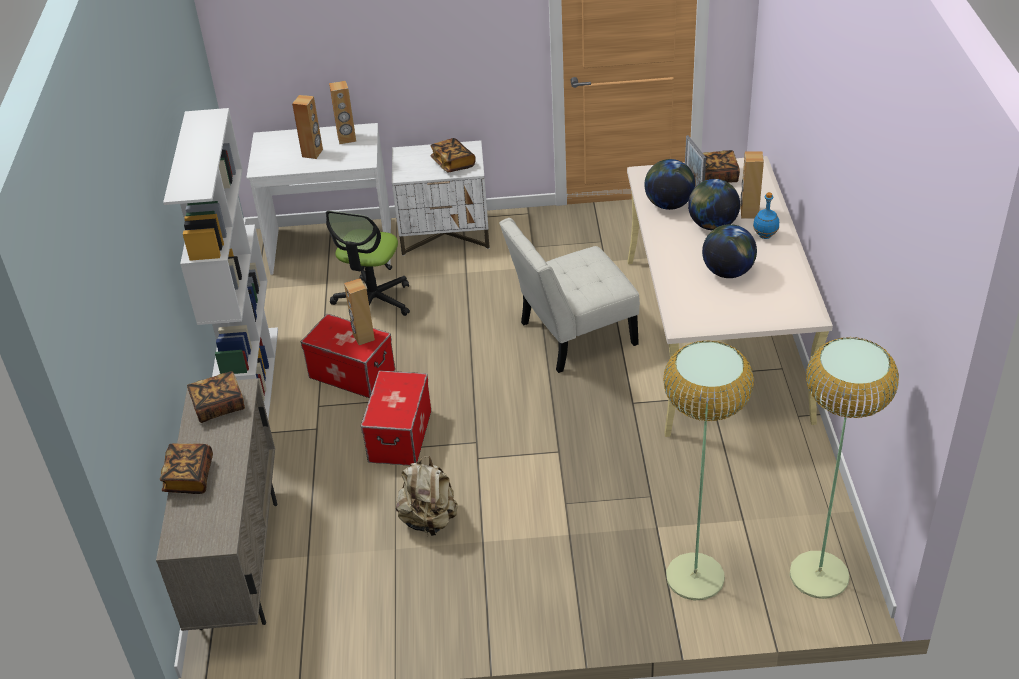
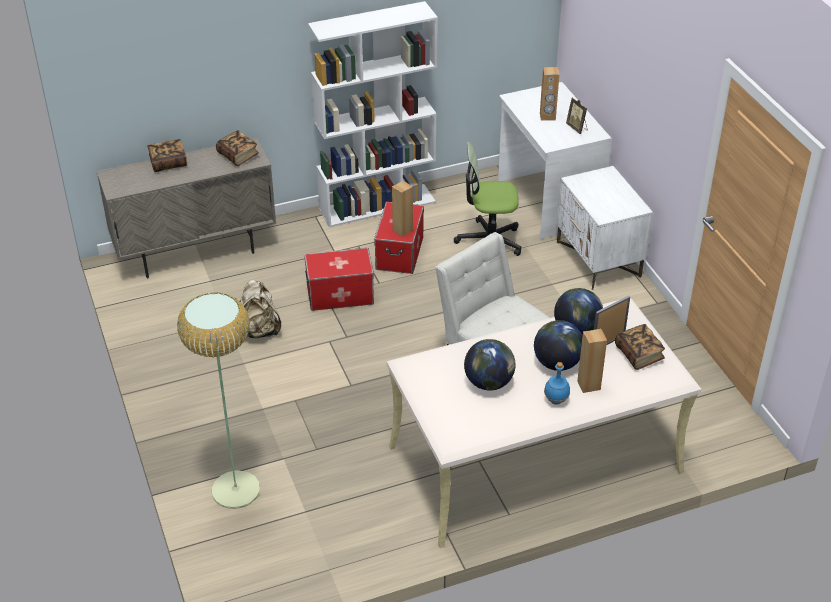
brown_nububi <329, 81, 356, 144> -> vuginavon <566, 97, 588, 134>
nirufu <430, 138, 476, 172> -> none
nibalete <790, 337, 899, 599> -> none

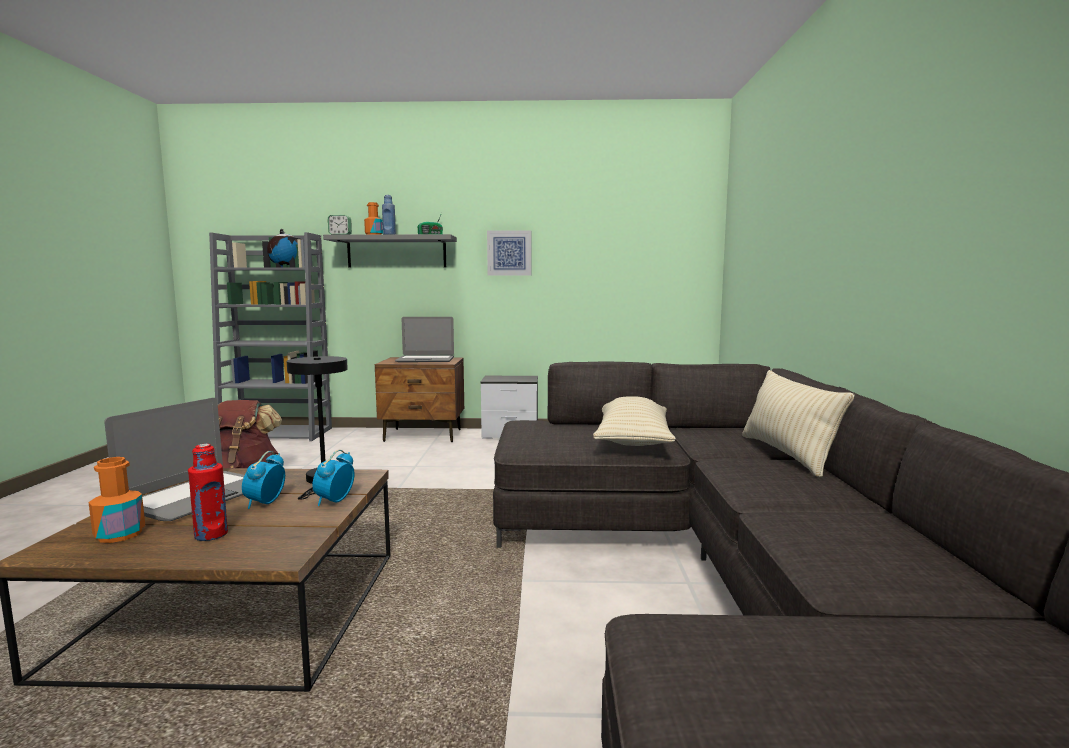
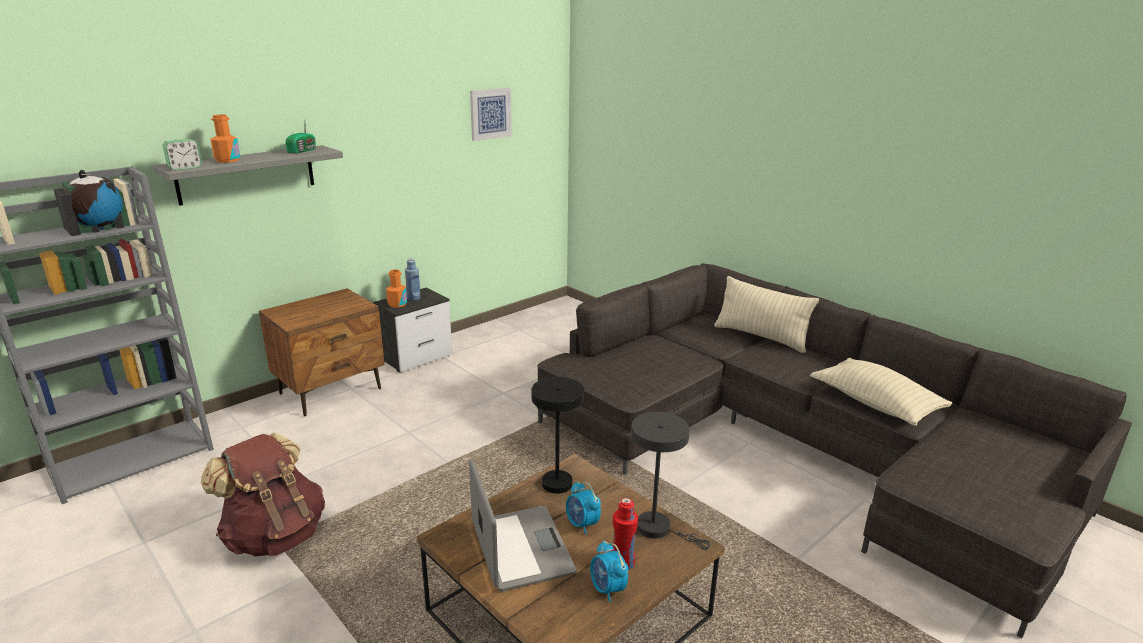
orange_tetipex <88, 457, 145, 543> -> orange_tetipex <386, 270, 407, 308>, relocated
blue_tetipex <382, 195, 396, 234> -> blue_tetipex <405, 259, 421, 301>, relocated
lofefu <487, 230, 531, 276> -> lofefu <470, 88, 512, 141>, relocated
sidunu <312, 450, 355, 506> -> sidunu <590, 541, 628, 602>, relocated
none -> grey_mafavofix <631, 412, 711, 550>
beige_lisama <593, 396, 676, 446> -> beige_lisama <810, 358, 953, 426>, relocated
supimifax <395, 317, 454, 362> -> none

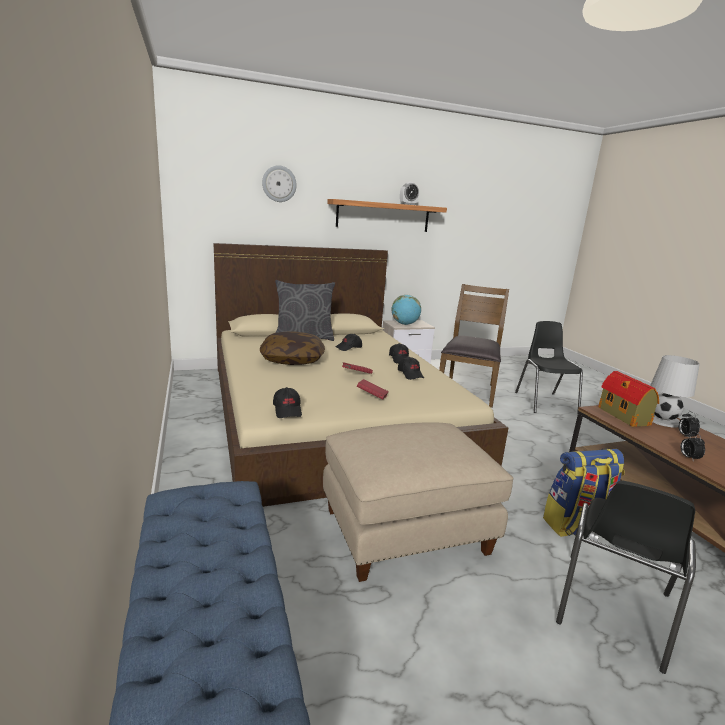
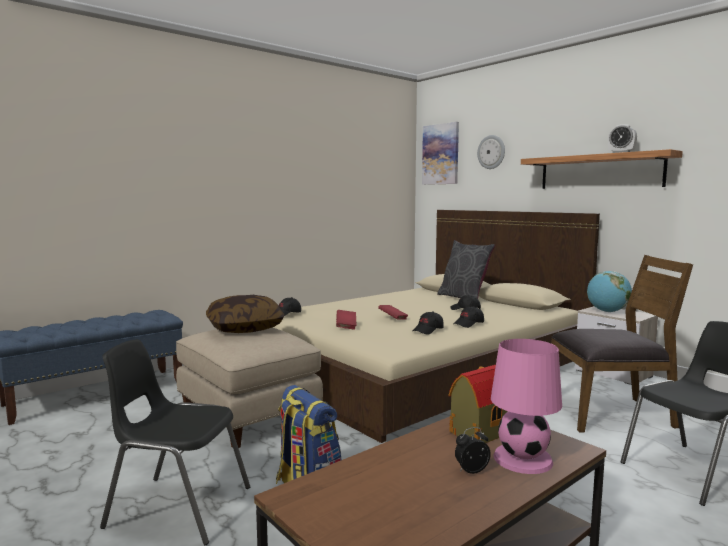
lisama <260, 332, 325, 365> -> lisama <206, 295, 284, 333>, relocated
none -> lofefu <422, 122, 459, 185>
white_mafavofix <650, 355, 700, 428> -> pink_mafavofix <491, 339, 562, 474>
sidunu <680, 431, 705, 462> -> none

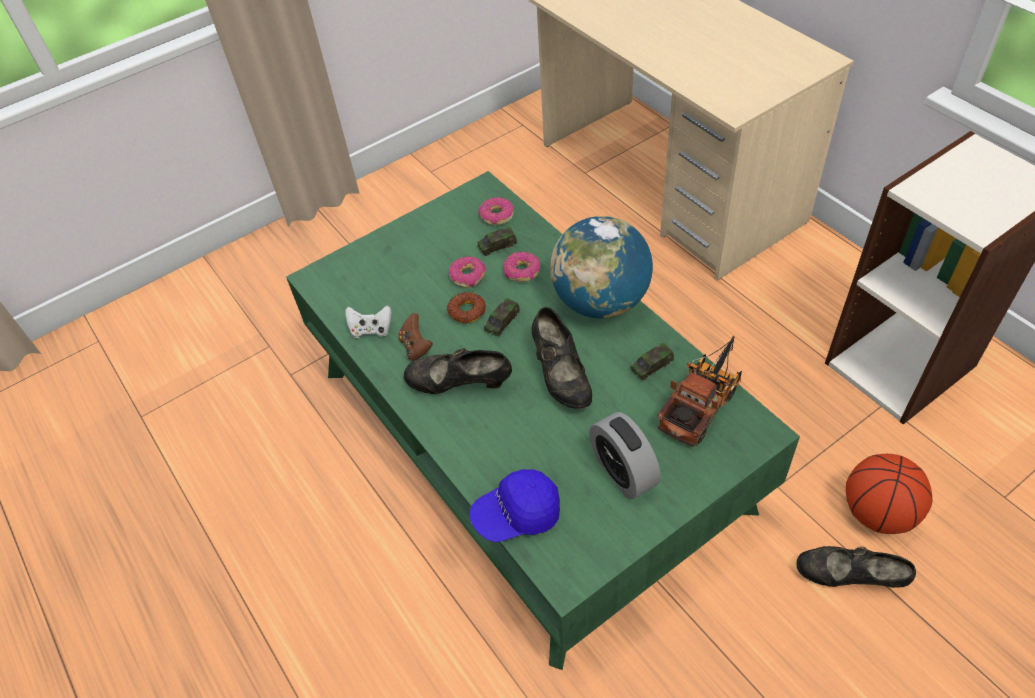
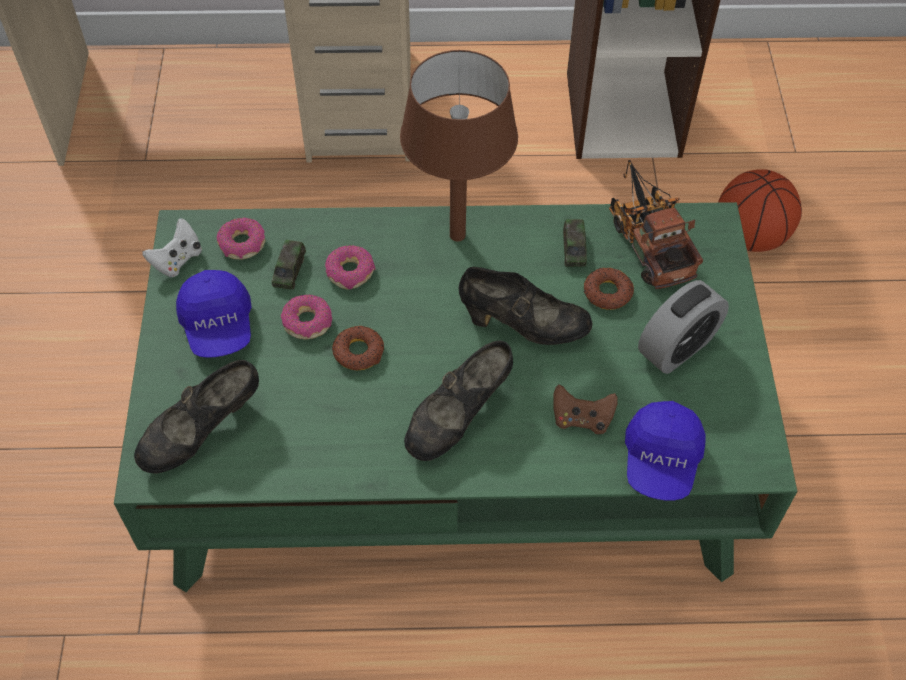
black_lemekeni <797, 546, 916, 588> -> black_lemekeni <134, 360, 259, 473>, relocated
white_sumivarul <345, 305, 391, 338> -> white_sumivarul <143, 218, 202, 277>, relocated
none -> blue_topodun <176, 270, 252, 358>
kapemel <550, 216, 653, 319> -> brown_mafavofix <400, 50, 518, 241>
brown_sumivarul <398, 313, 433, 361> -> brown_sumivarul <553, 384, 618, 434>, relocated
none -> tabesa <584, 267, 634, 310>
sidunu <589, 412, 661, 499> -> sidunu <638, 280, 729, 374>, 45 degrees counterclockwise
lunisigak <484, 298, 520, 337> -> none

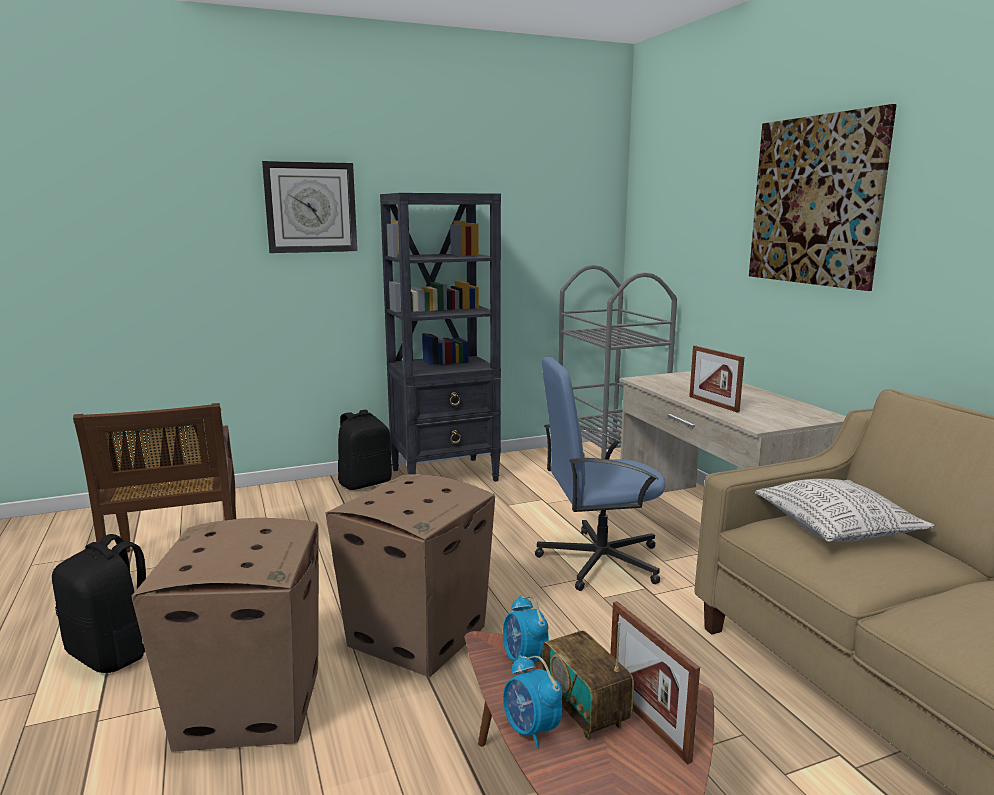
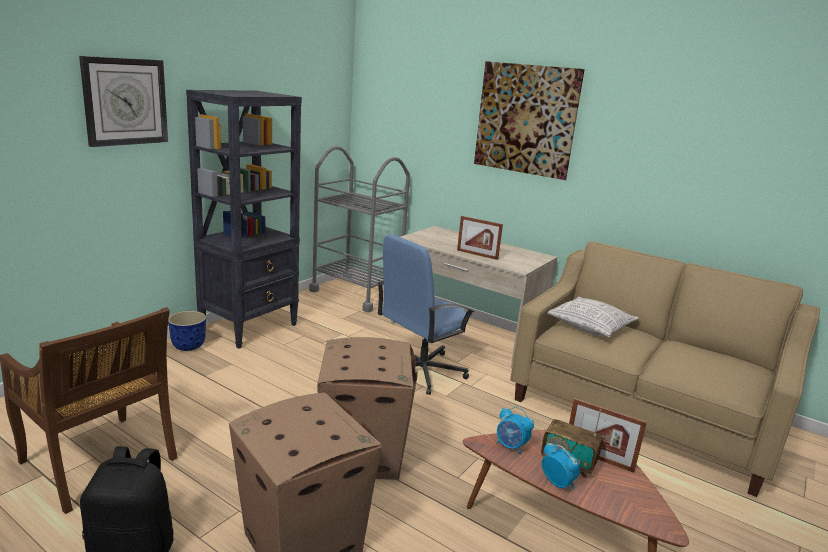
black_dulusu <338, 410, 392, 490> -> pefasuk <168, 311, 206, 351>
sidunu <503, 655, 563, 748> -> sidunu <542, 442, 580, 490>, 150 degrees counterclockwise

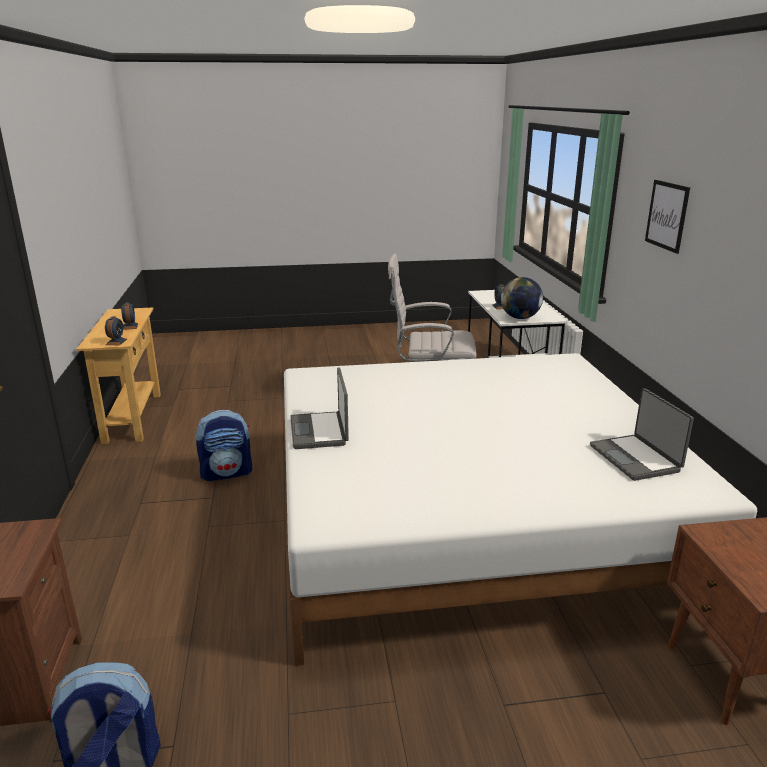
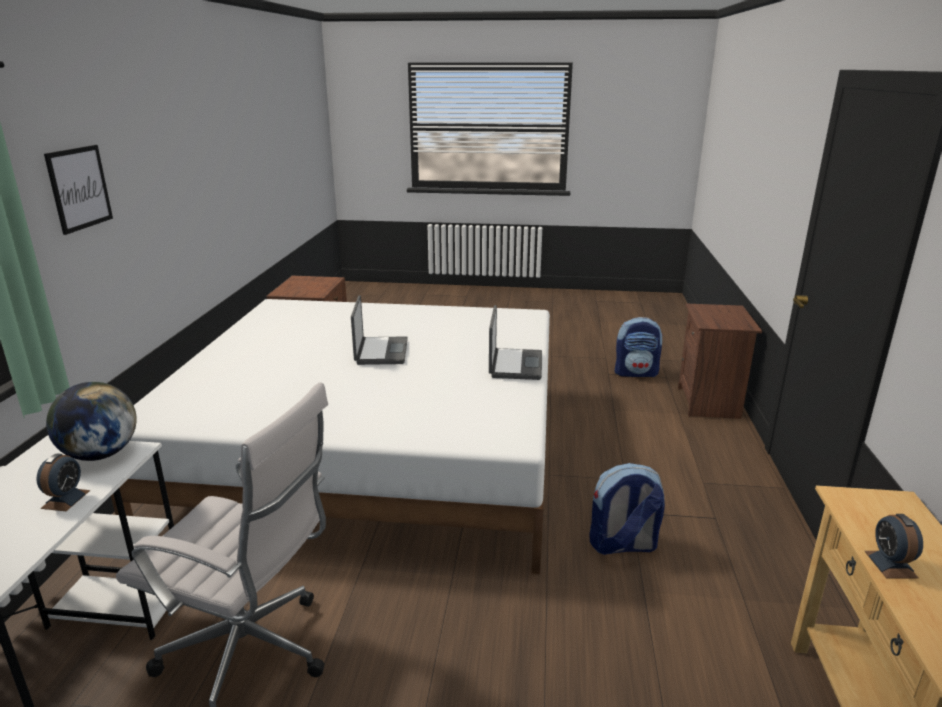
supimifax <590, 388, 694, 481> -> supimifax <351, 296, 408, 365>, relocated
sidunu <105, 316, 127, 345> -> none

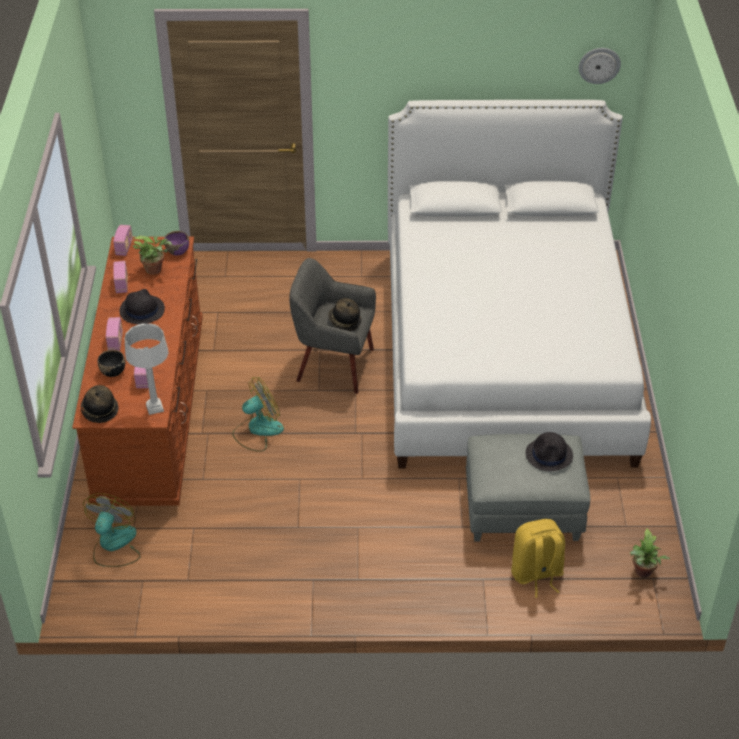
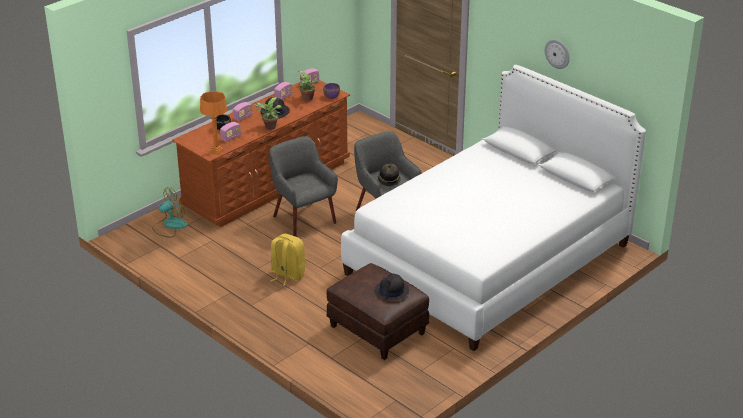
grey_mafavofix <125, 323, 169, 415> -> orange_mafavofix <200, 91, 227, 155>
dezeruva <629, 528, 670, 578> -> dezeruva <253, 97, 282, 130>, relocated
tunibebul <232, 377, 284, 452> -> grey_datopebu <269, 136, 338, 237>
yellow_dulusu <511, 519, 565, 598> -> yellow_dulusu <271, 234, 305, 286>, relocated
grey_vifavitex <466, 434, 590, 542> -> brown_vifavitex <326, 263, 429, 360>
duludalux <579, 48, 621, 84> -> duludalux <545, 39, 570, 69>, relocated
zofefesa <81, 385, 119, 423> -> none

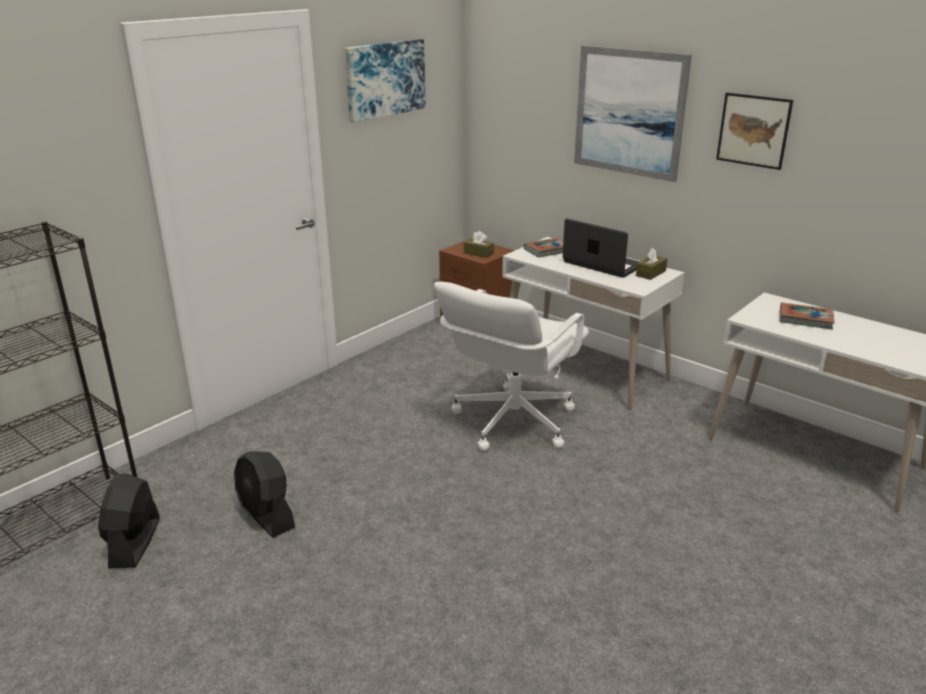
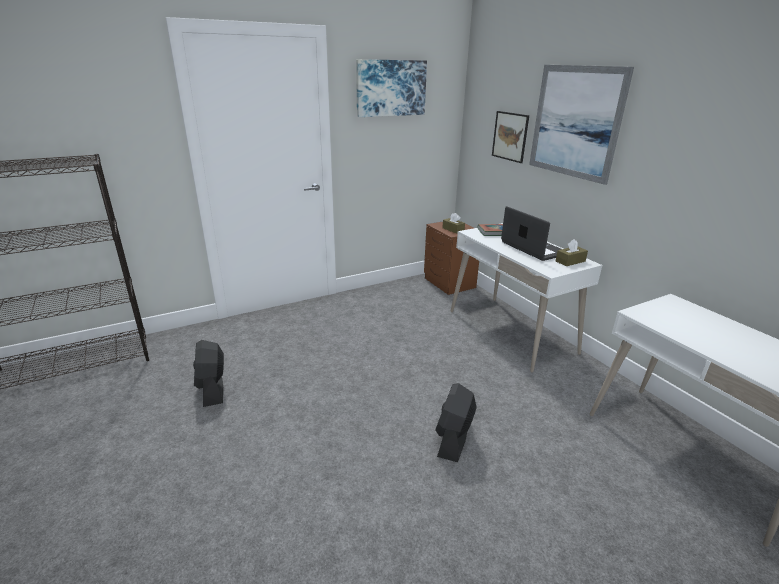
black_tunibebul <98, 474, 160, 568> -> black_tunibebul <435, 383, 477, 462>, relocated
lofefu <716, 93, 793, 170> -> lofefu <492, 111, 529, 163>, relocated
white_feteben <434, 282, 589, 451> -> none
nirufu <780, 303, 835, 330> -> none

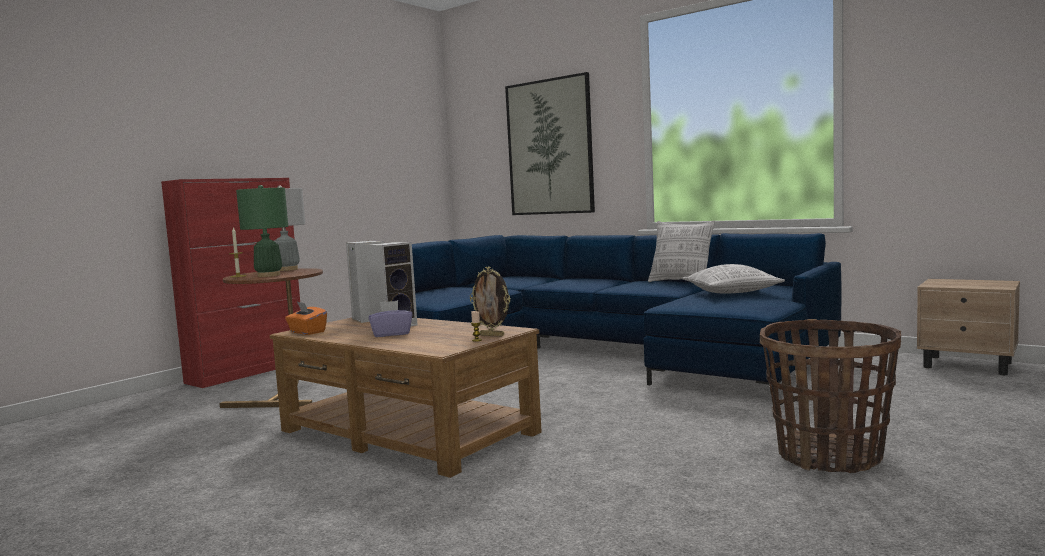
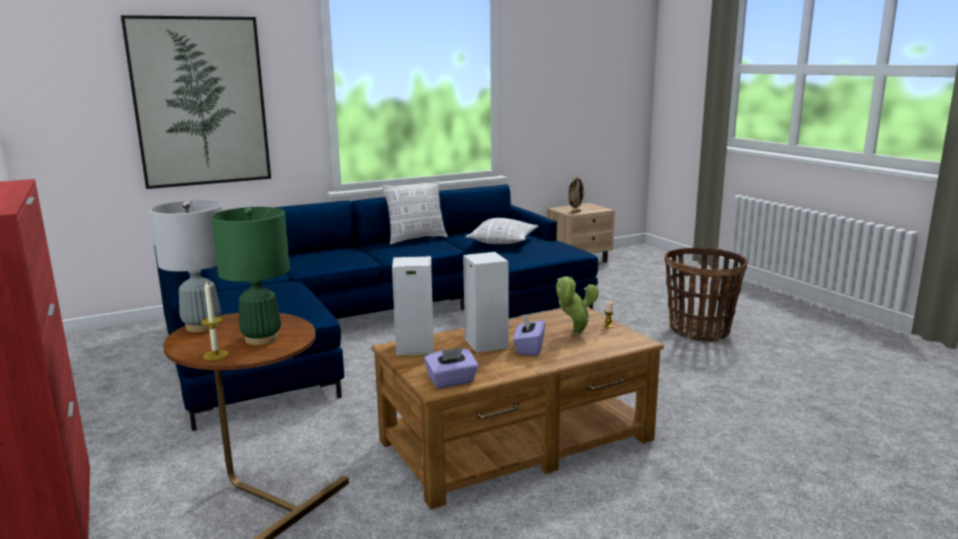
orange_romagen <285, 302, 327, 335> -> purple_romagen <424, 347, 479, 388>
none -> dezeruva <556, 276, 599, 335>
vuginavon <470, 267, 510, 336> -> vuginavon <568, 177, 585, 214>, relocated

